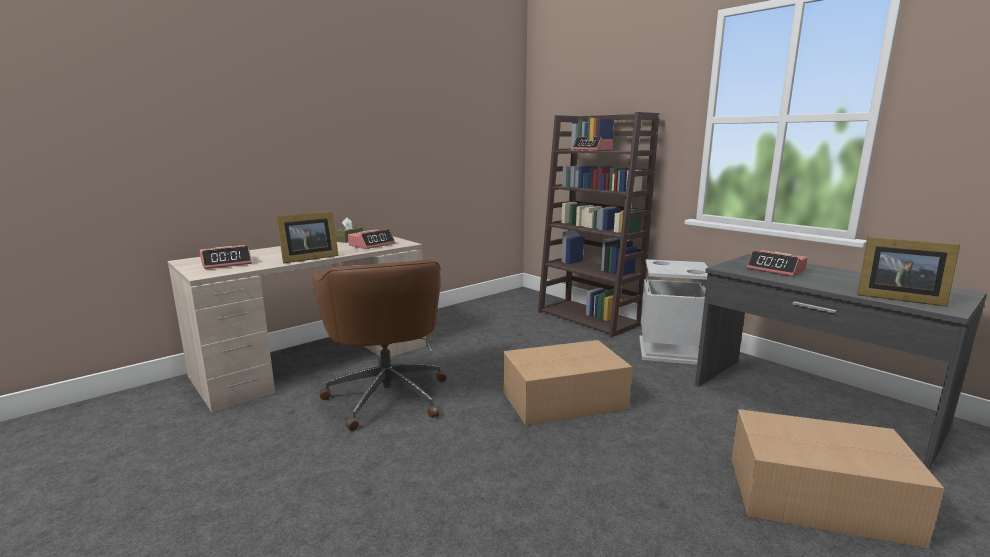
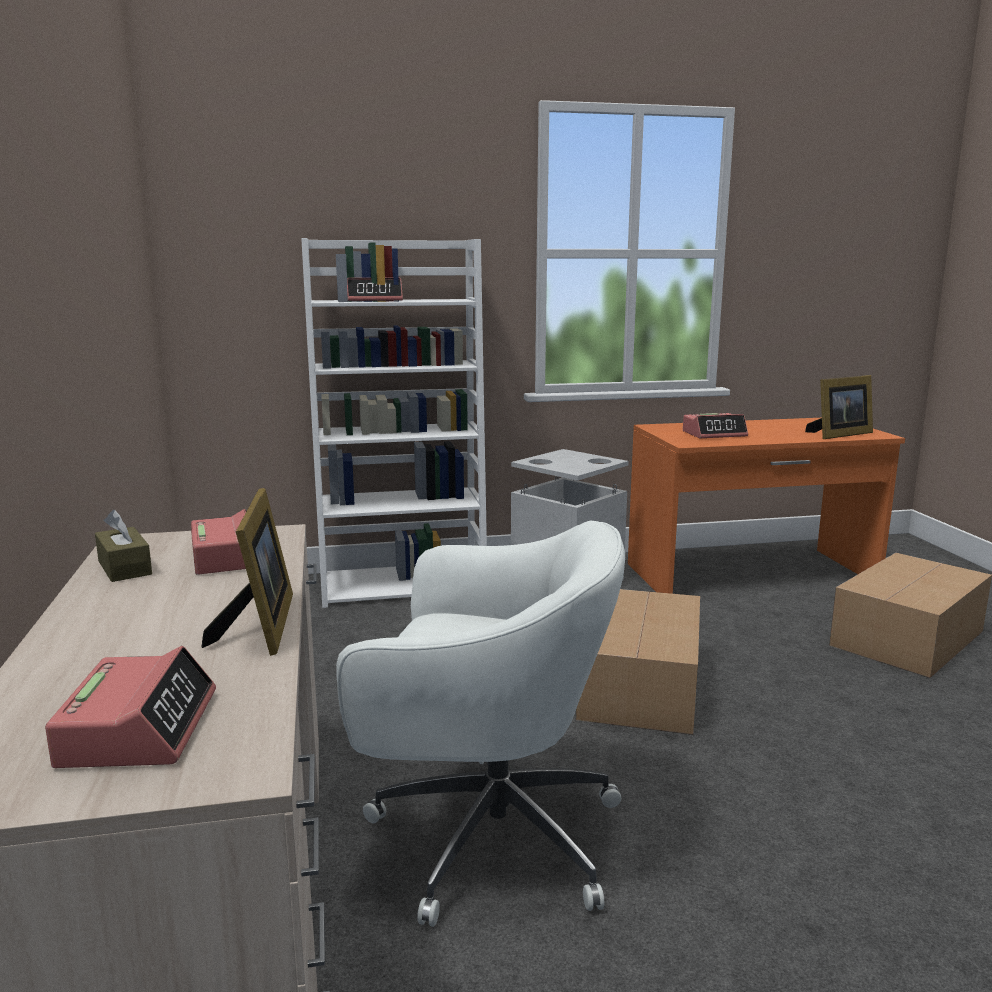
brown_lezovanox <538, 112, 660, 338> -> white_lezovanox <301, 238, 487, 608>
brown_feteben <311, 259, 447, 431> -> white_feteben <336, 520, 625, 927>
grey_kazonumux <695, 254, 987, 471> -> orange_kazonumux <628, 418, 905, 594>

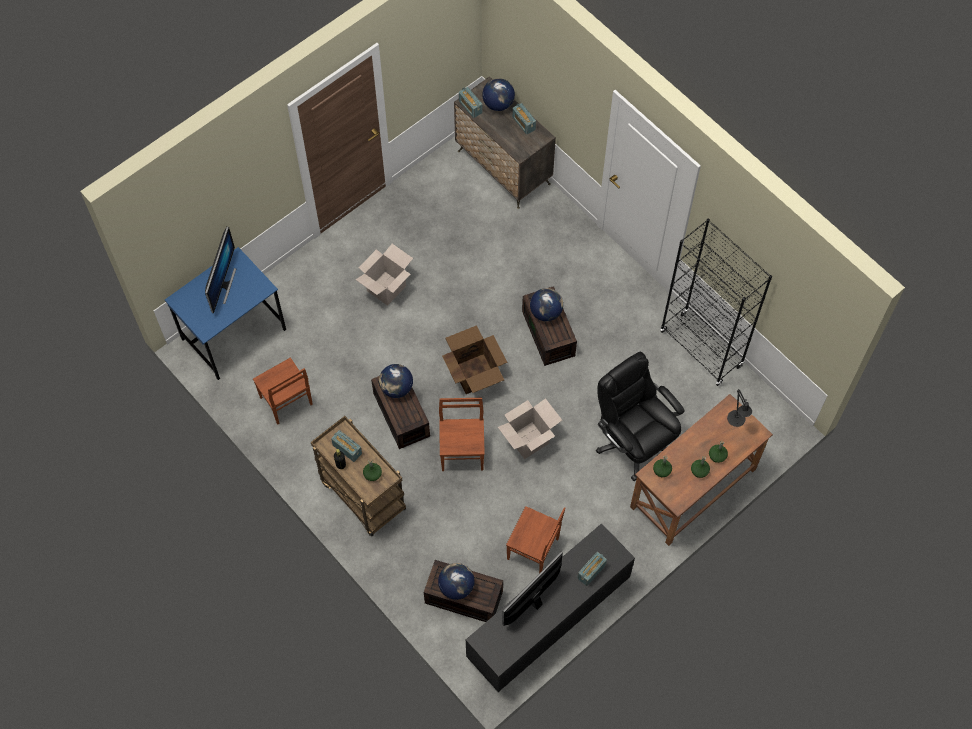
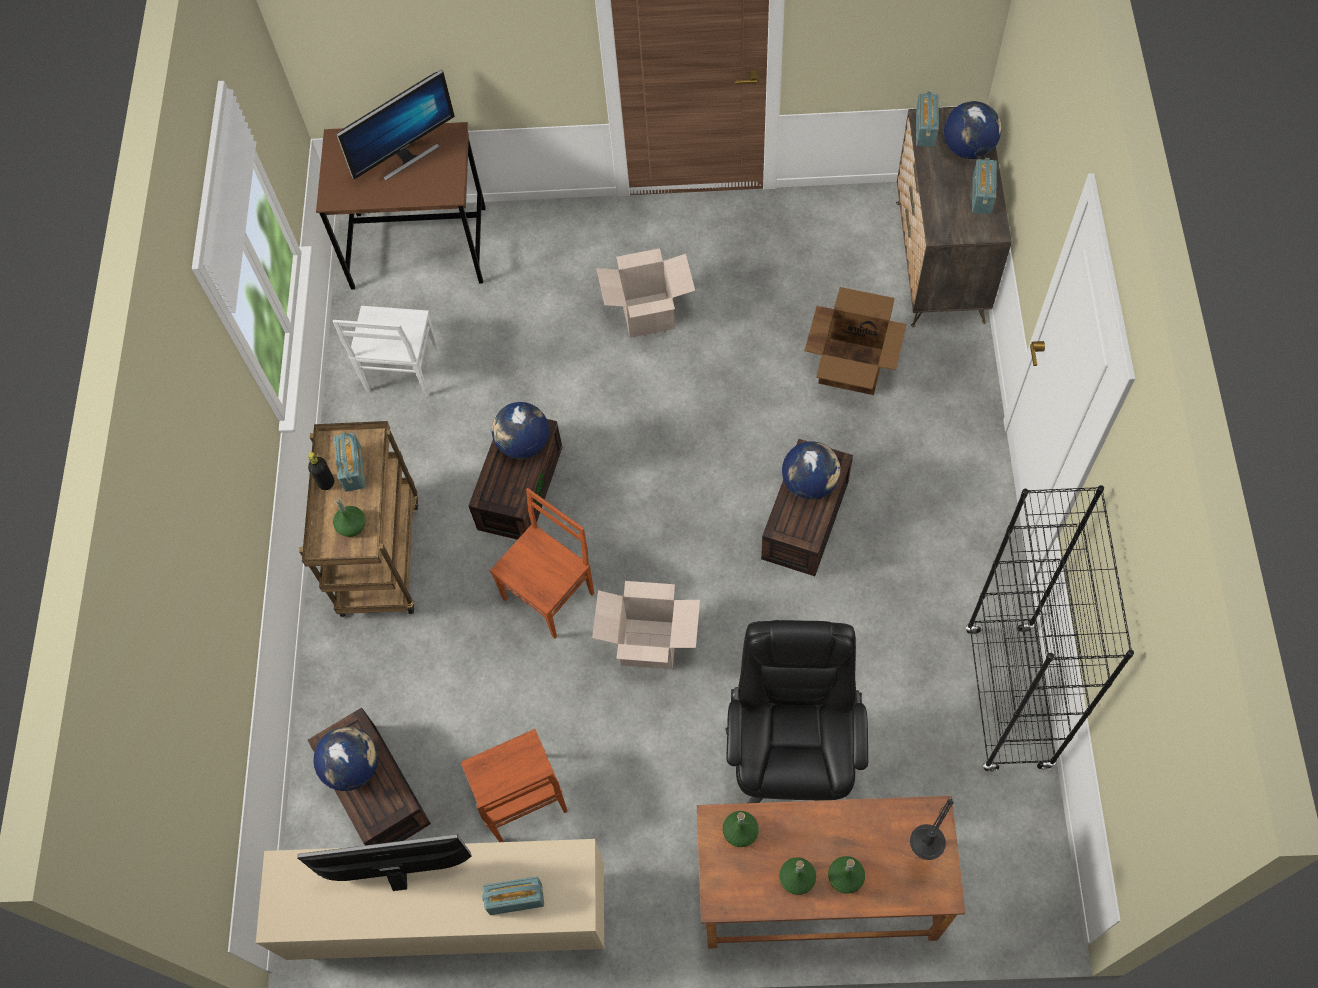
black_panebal <466, 523, 635, 692> -> beige_panebal <256, 839, 604, 960>
blue_kazonumux <165, 247, 286, 380> -> brown_kazonumux <316, 122, 486, 290>
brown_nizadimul <253, 357, 313, 424> -> white_nizadimul <333, 306, 439, 397>
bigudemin <442, 325, 507, 394> -> bigudemin <804, 287, 907, 395>, relocated

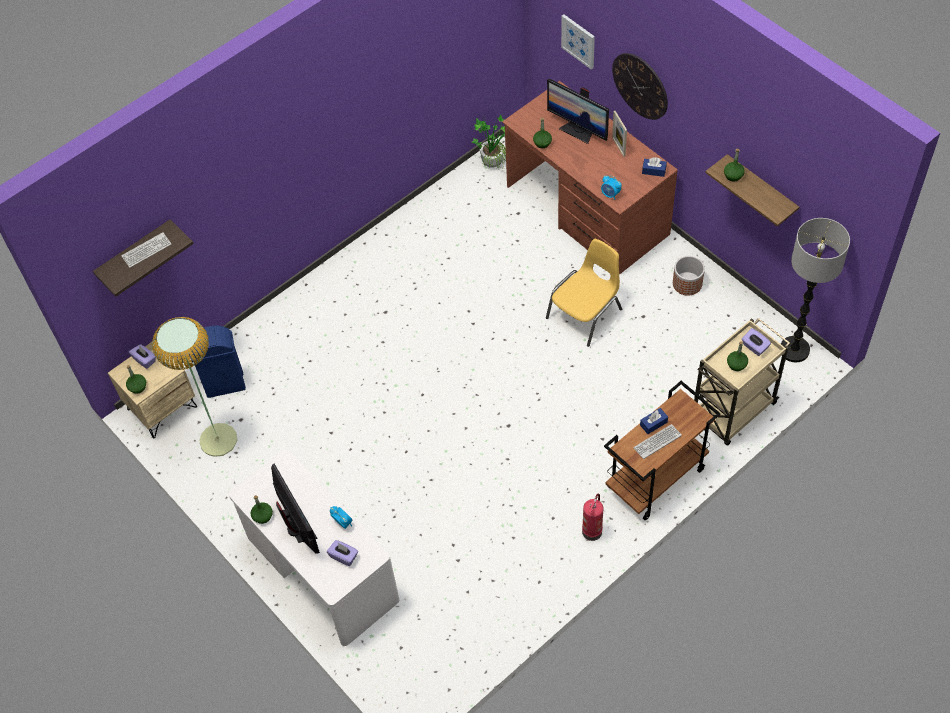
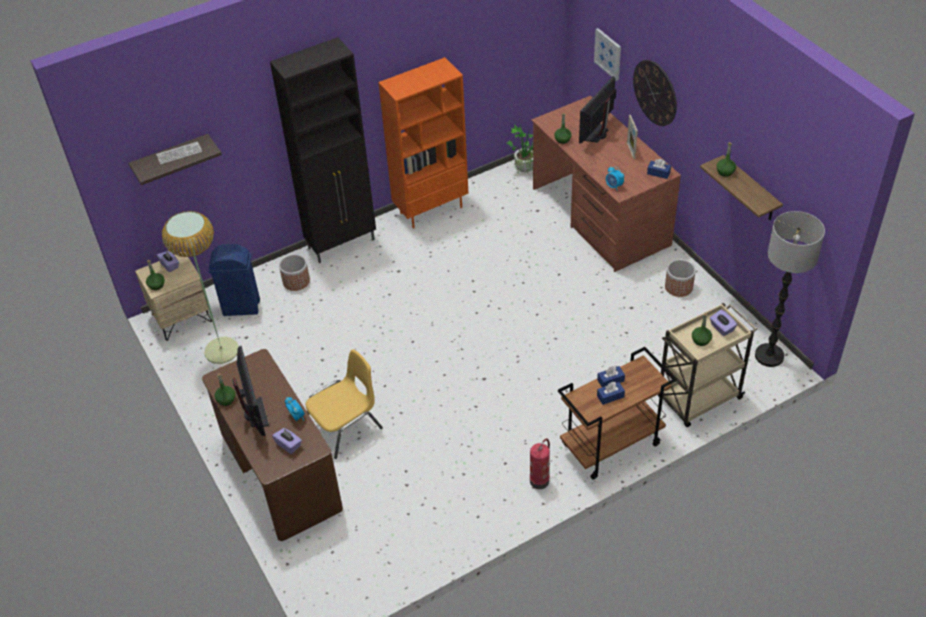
white_kazonumux <229, 450, 399, 646> -> brown_kazonumux <202, 349, 343, 541>
none -> black_panebal <270, 37, 376, 263>
none -> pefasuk <279, 254, 310, 291>
yellow_nizadimul <546, 239, 622, 347> -> yellow_nizadimul <306, 349, 383, 459>, relocated
none -> orange_lezovanox <378, 57, 468, 228>
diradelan <547, 79, 609, 144> -> diradelan <579, 76, 616, 143>, 75 degrees clockwise
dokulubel <633, 424, 682, 459> -> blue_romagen <597, 382, 625, 405>

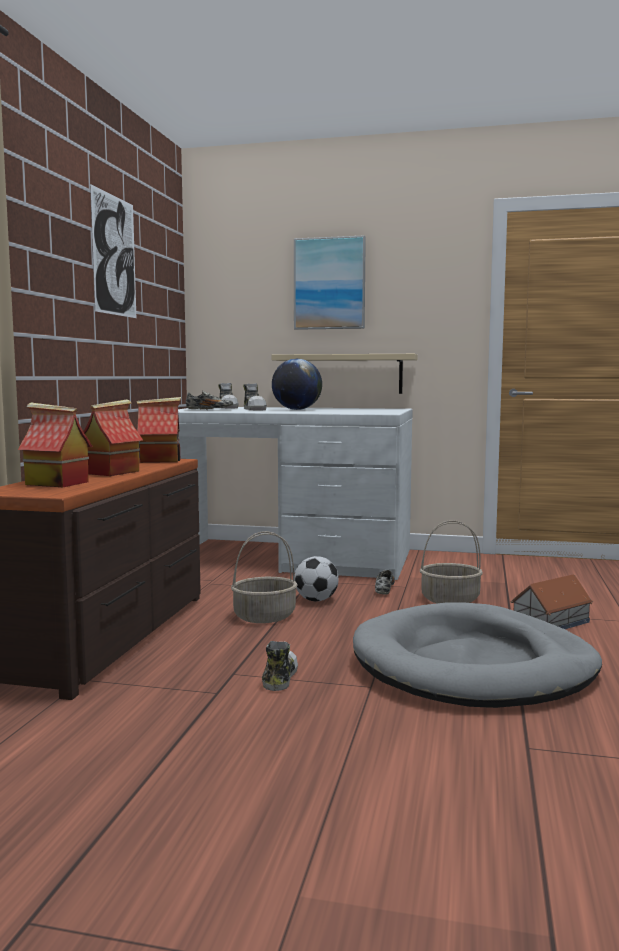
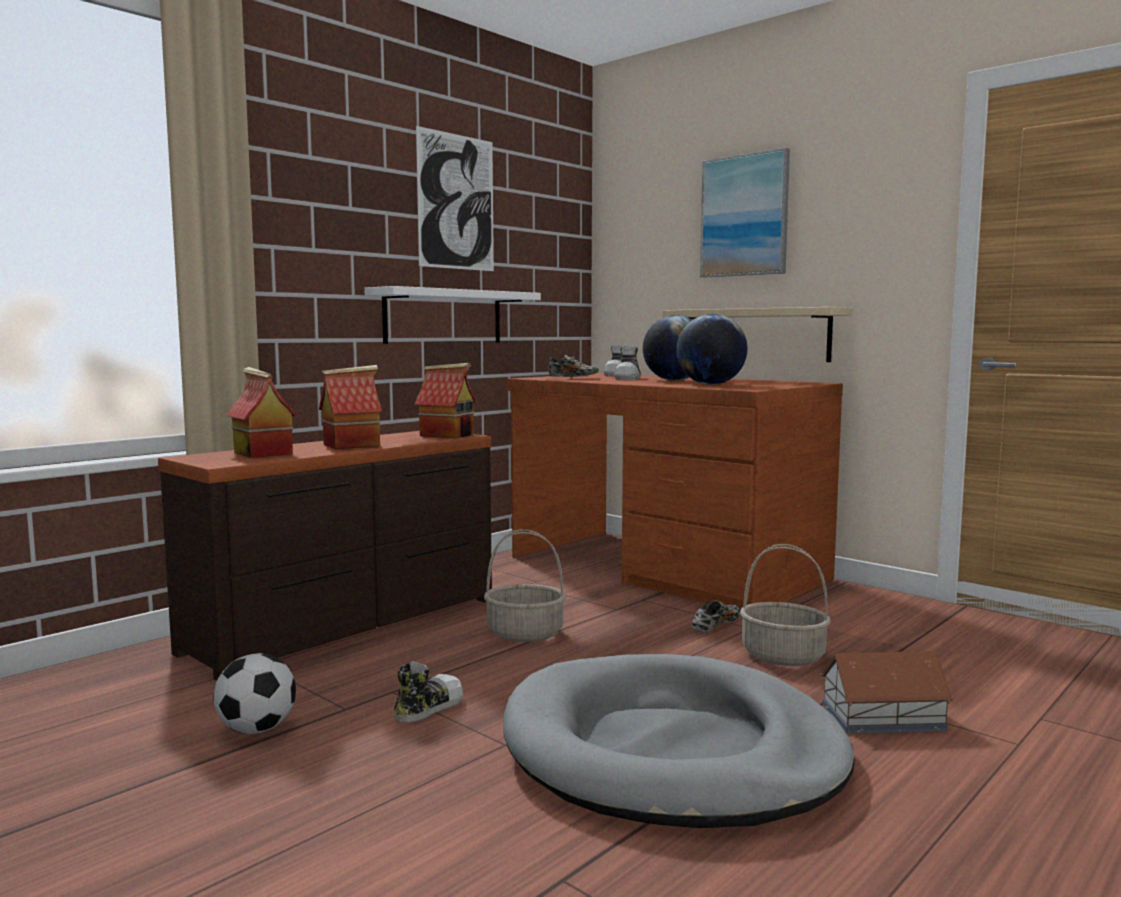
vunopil <294, 556, 339, 601> -> vunopil <213, 653, 296, 734>, relocated
none -> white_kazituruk <364, 286, 541, 344>
white_kazonumux <178, 407, 413, 580> -> brown_kazonumux <507, 373, 843, 610>
none -> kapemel <676, 314, 748, 385>

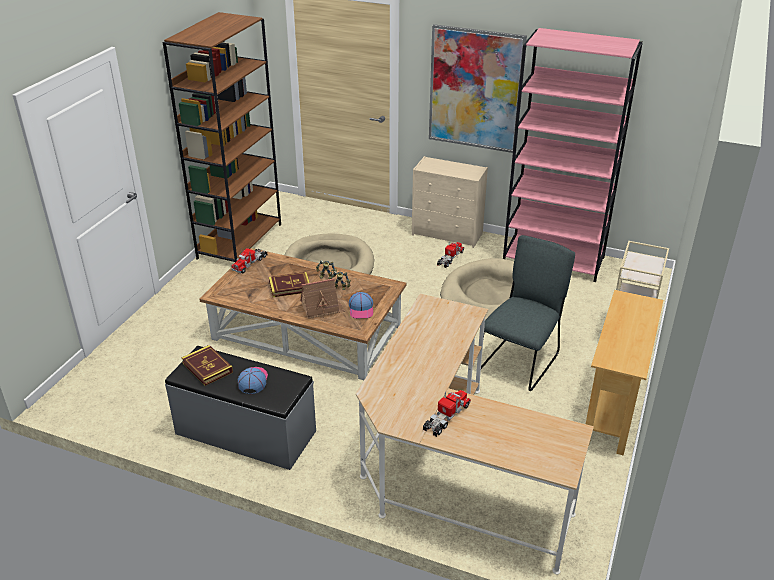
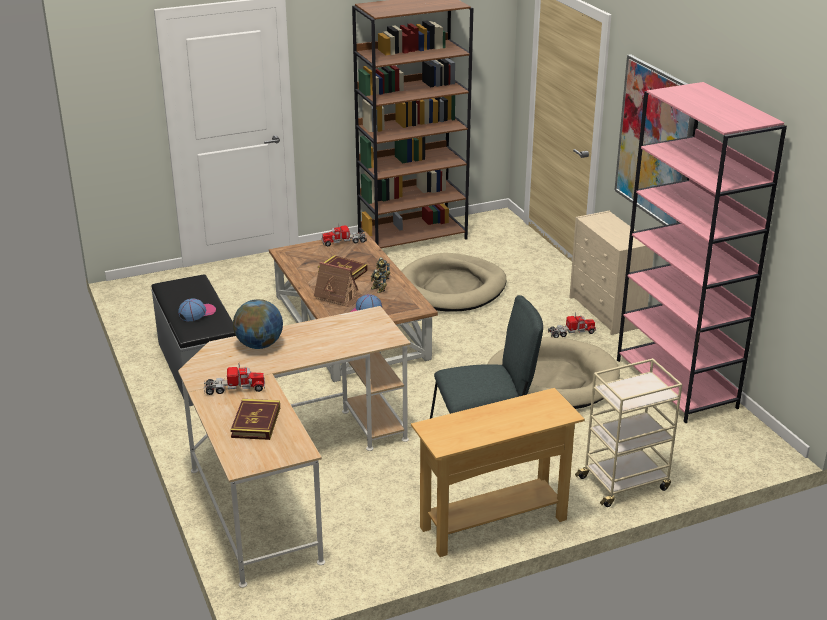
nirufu <181, 345, 233, 386> -> nirufu <230, 399, 280, 440>, relocated
none -> kapemel <233, 299, 283, 349>

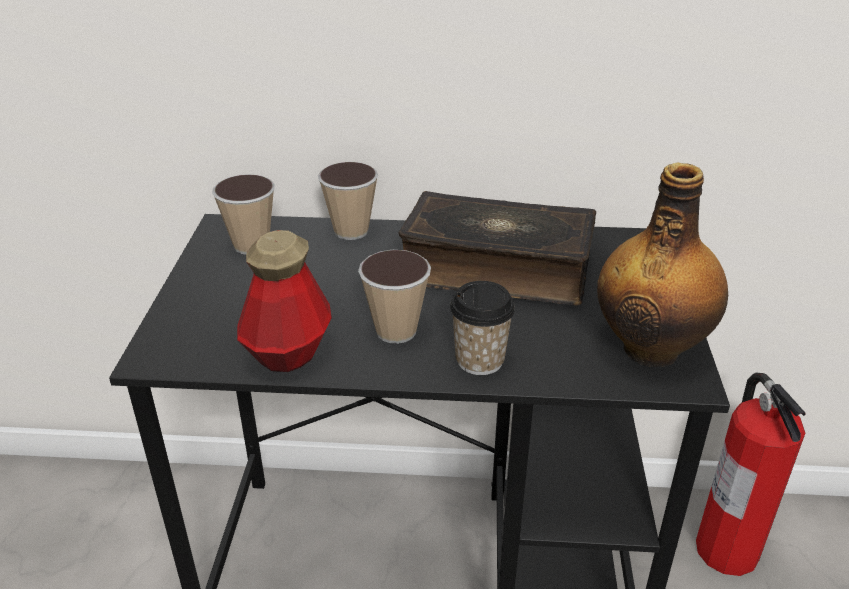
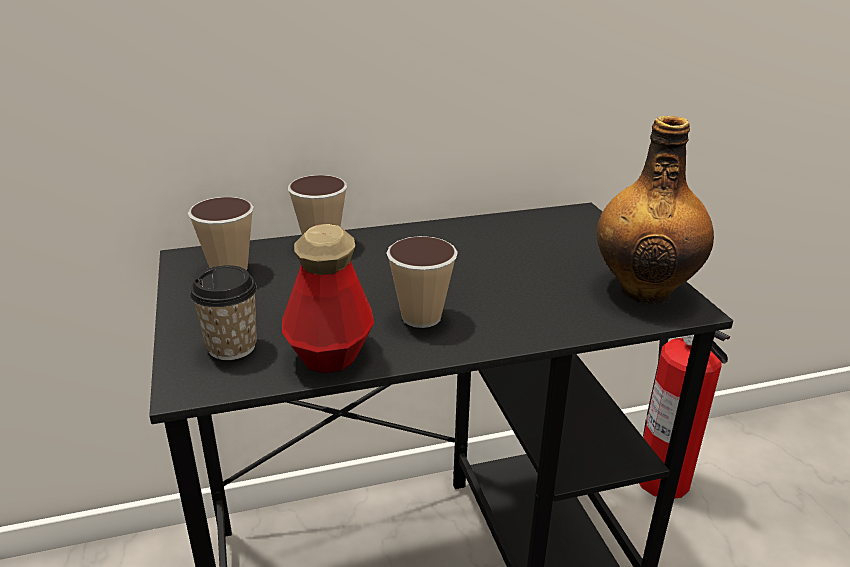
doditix <450, 281, 515, 375> -> doditix <190, 265, 257, 360>, relocated
nirufu <398, 191, 596, 305> -> none

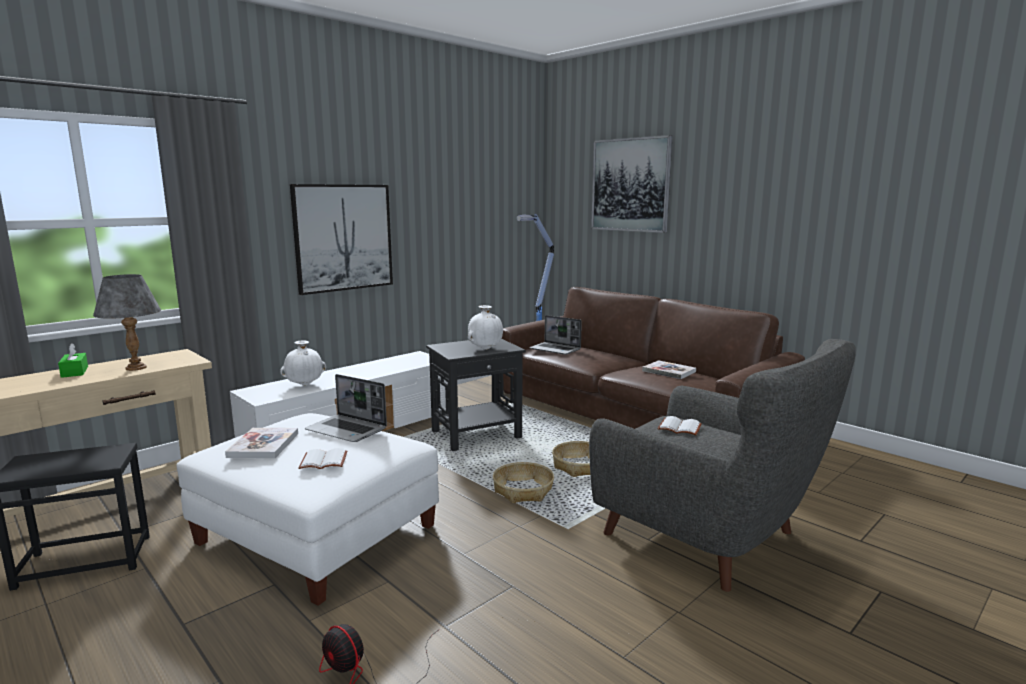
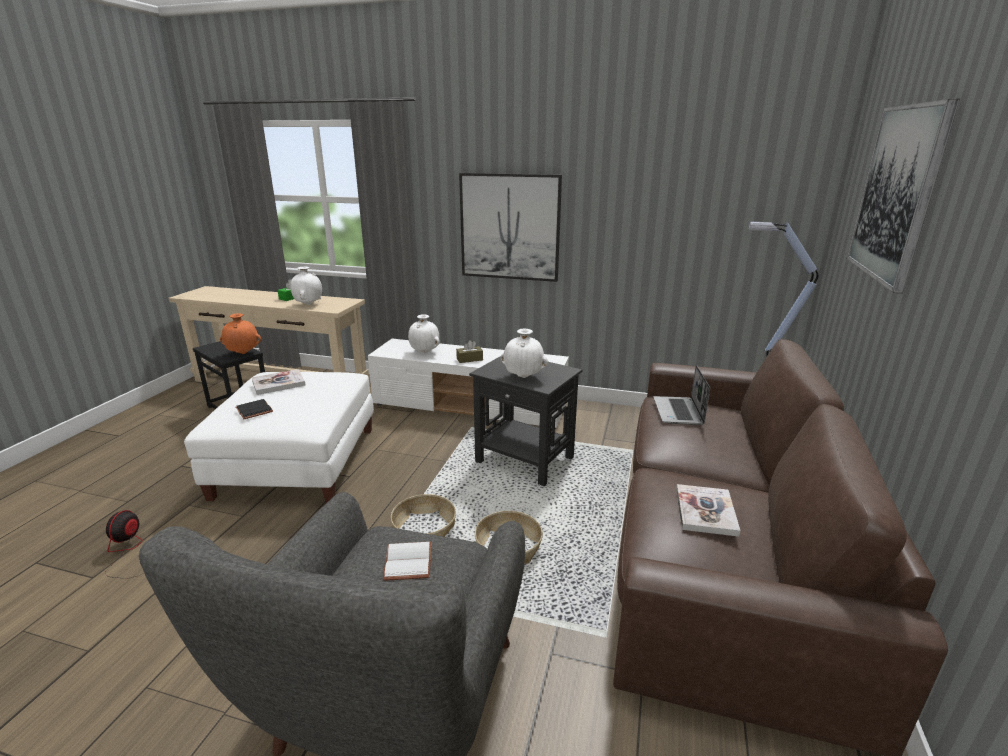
none -> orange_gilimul <220, 314, 261, 354>
white_nirufu <299, 448, 347, 469> -> black_nirufu <235, 399, 273, 419>
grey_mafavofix <93, 274, 161, 371> -> white_gilimul <290, 267, 322, 305>
none -> brown_romagen <456, 340, 483, 363>
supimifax <305, 374, 387, 442> -> none

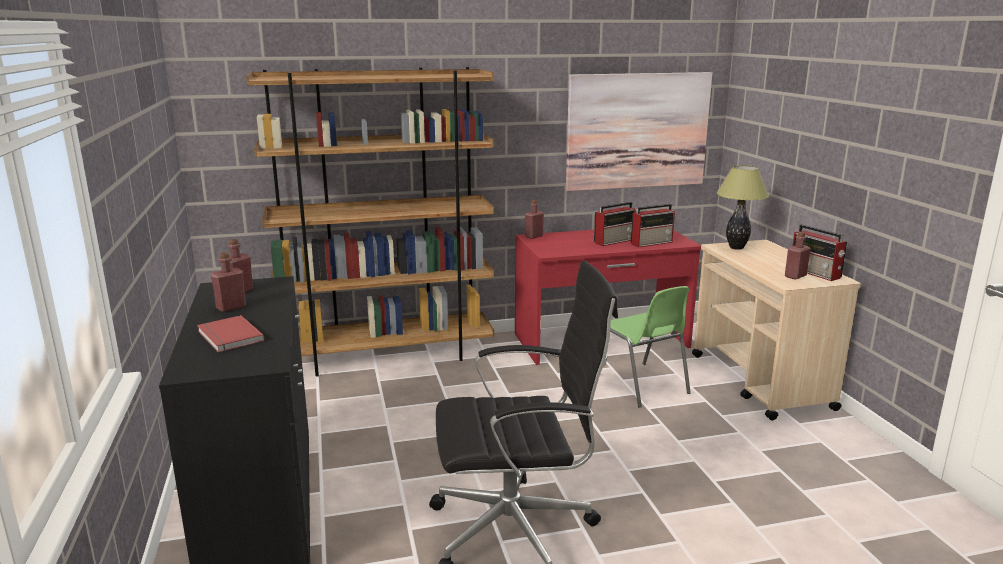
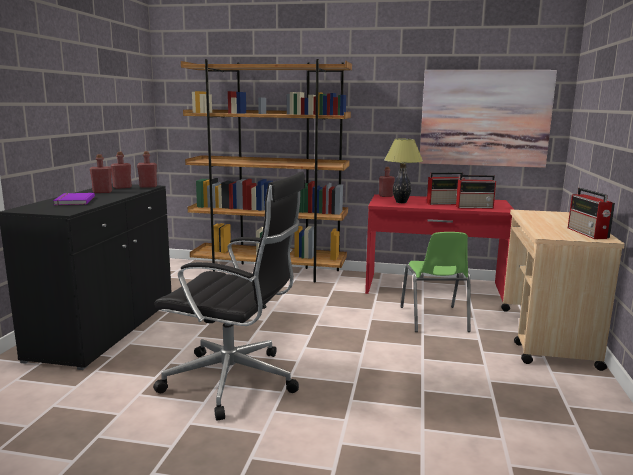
red_nirufu <197, 315, 264, 352> -> purple_nirufu <53, 193, 95, 205>
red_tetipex <785, 232, 811, 280> -> red_tetipex <137, 151, 157, 188>, relocated
mafavofix <716, 165, 769, 250> -> mafavofix <384, 139, 423, 203>, relocated

